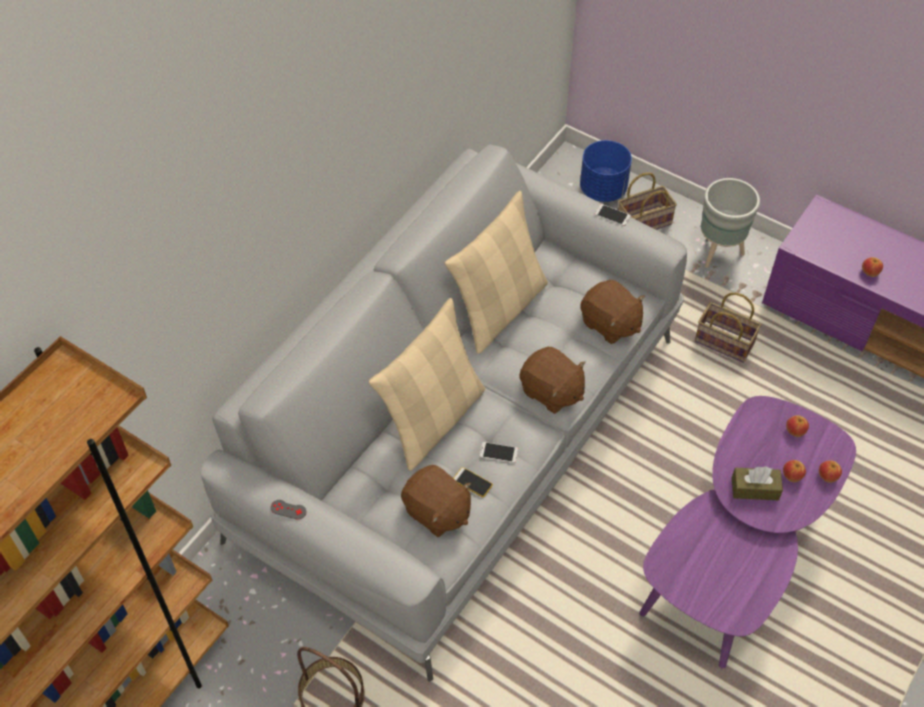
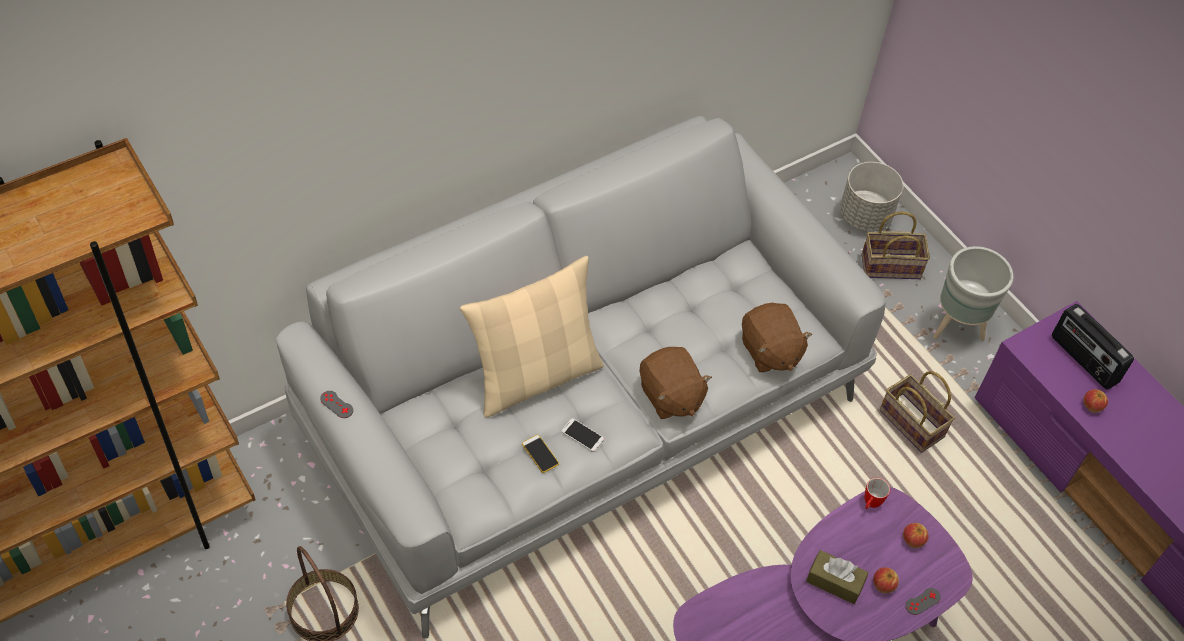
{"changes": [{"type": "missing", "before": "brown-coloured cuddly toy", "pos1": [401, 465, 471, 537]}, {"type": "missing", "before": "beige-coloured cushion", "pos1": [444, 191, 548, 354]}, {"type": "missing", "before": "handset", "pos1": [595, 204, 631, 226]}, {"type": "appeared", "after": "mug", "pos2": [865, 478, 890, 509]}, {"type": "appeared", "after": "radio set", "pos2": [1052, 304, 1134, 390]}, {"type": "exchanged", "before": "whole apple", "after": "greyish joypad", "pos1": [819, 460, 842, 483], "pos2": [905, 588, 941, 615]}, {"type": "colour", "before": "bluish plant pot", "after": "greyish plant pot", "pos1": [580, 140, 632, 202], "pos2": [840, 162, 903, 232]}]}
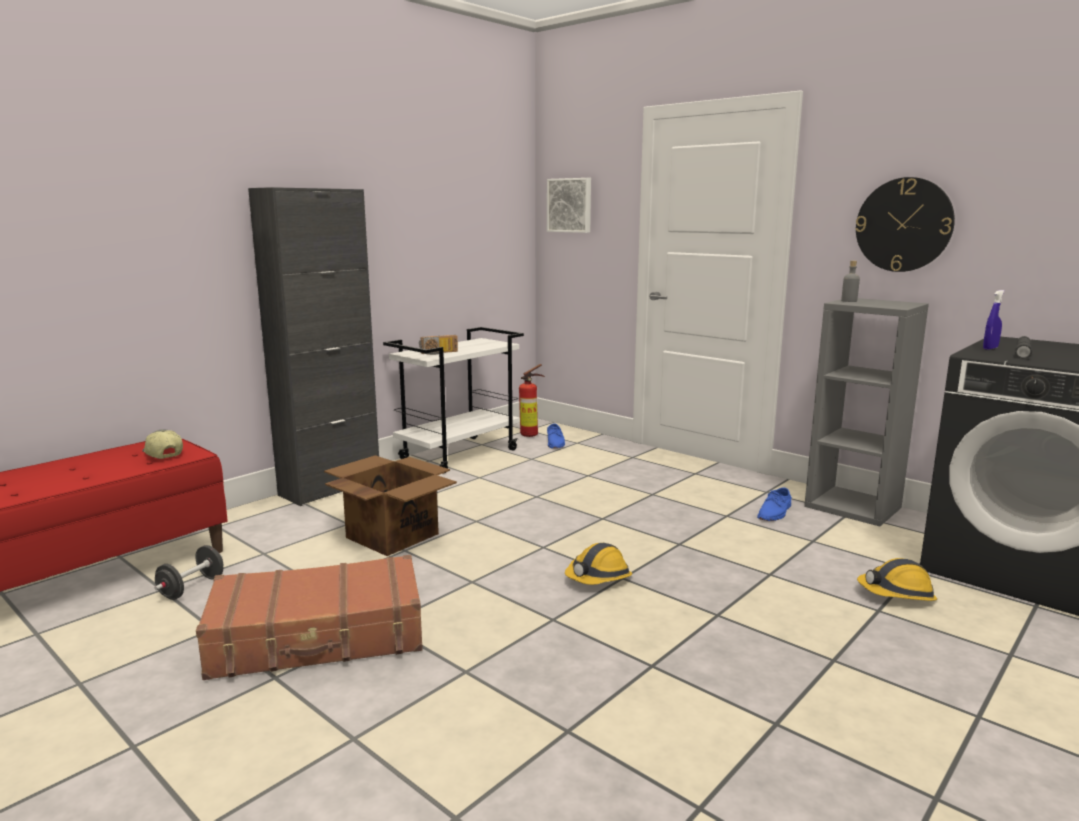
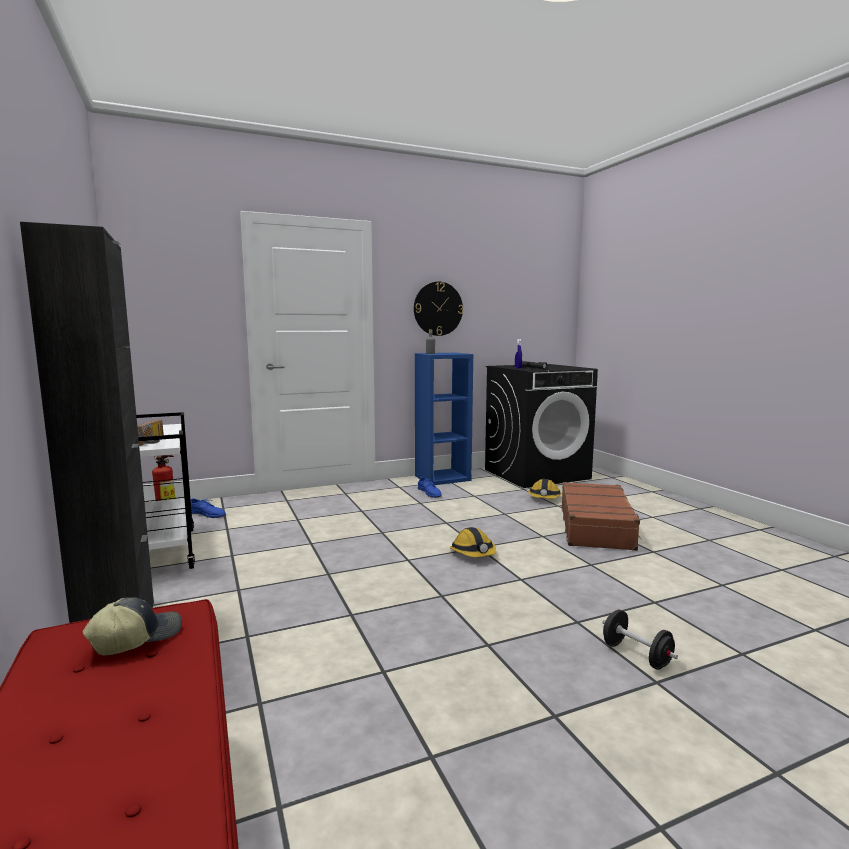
{"changes": [{"type": "missing", "before": "carton", "pos1": [324, 455, 457, 556]}, {"type": "missing", "before": "wall art", "pos1": [547, 178, 591, 233]}, {"type": "relocated", "before": "black-coloured hand weight", "pos1": [155, 545, 223, 600], "pos2": [602, 609, 678, 670]}, {"type": "relocated", "before": "brown-coloured suitcase", "pos1": [196, 555, 423, 680], "pos2": [562, 482, 642, 551]}, {"type": "colour", "before": "greyish bookshelf", "after": "bluish bookshelf", "pos1": [804, 298, 929, 527], "pos2": [415, 353, 473, 485]}, {"type": "spun", "before": "baseball cap", "pos1": [142, 429, 183, 459], "pos2": [82, 597, 182, 656], "turn": 150}]}
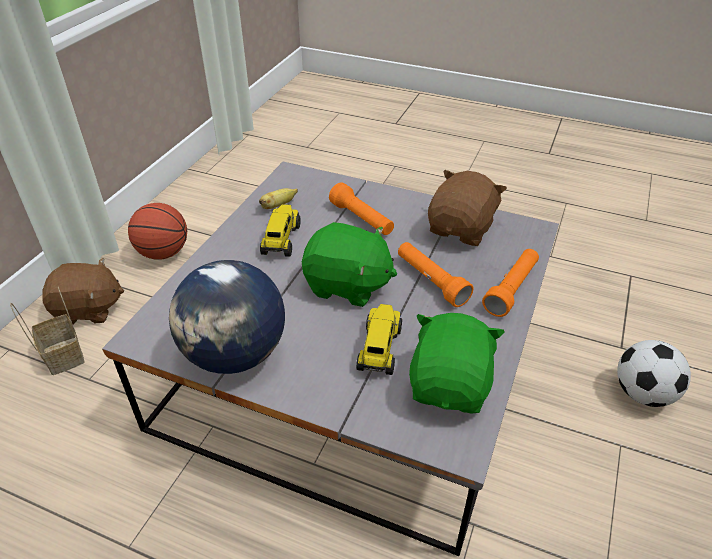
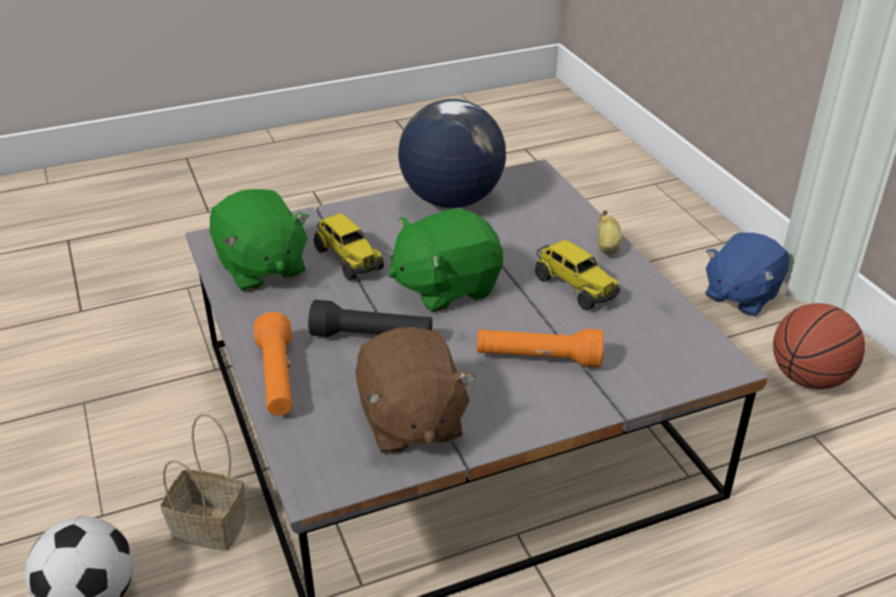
{"changes": [{"type": "relocated", "before": "storage basket", "pos1": [10, 287, 85, 375], "pos2": [161, 414, 247, 551]}, {"type": "relocated", "before": "banana", "pos1": [259, 188, 298, 209], "pos2": [598, 210, 622, 255]}, {"type": "colour", "before": "brown-coloured cuddly toy", "after": "bluish cuddly toy", "pos1": [42, 258, 124, 324], "pos2": [705, 232, 789, 316]}, {"type": "colour", "before": "orange torch", "after": "black-coloured torch", "pos1": [398, 242, 473, 307], "pos2": [308, 300, 432, 337]}]}
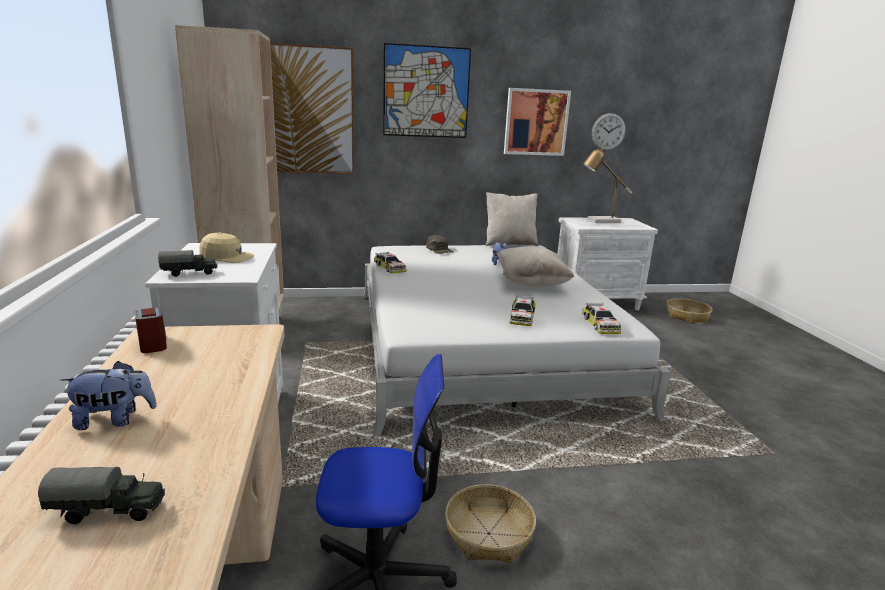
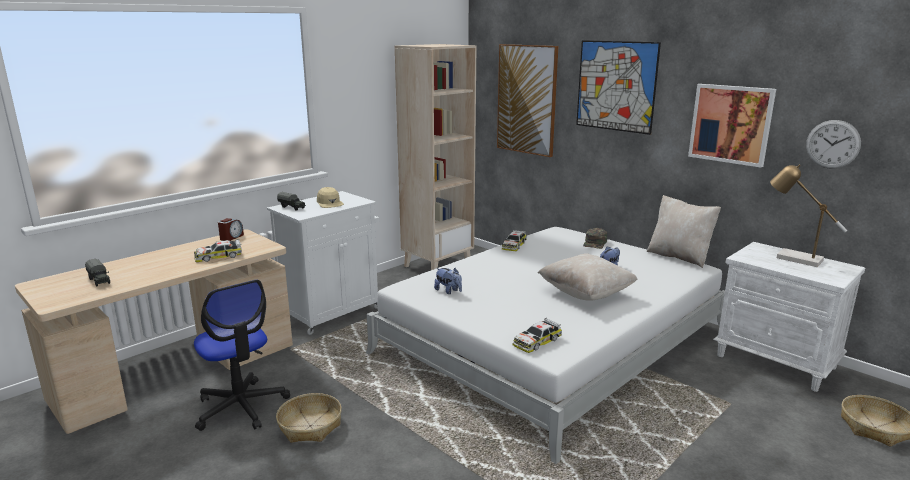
{"changes": [{"type": "relocated", "before": "cuddly toy", "pos1": [60, 361, 157, 430], "pos2": [434, 268, 462, 294]}, {"type": "relocated", "before": "miniature car", "pos1": [510, 295, 536, 326], "pos2": [194, 239, 242, 262]}]}
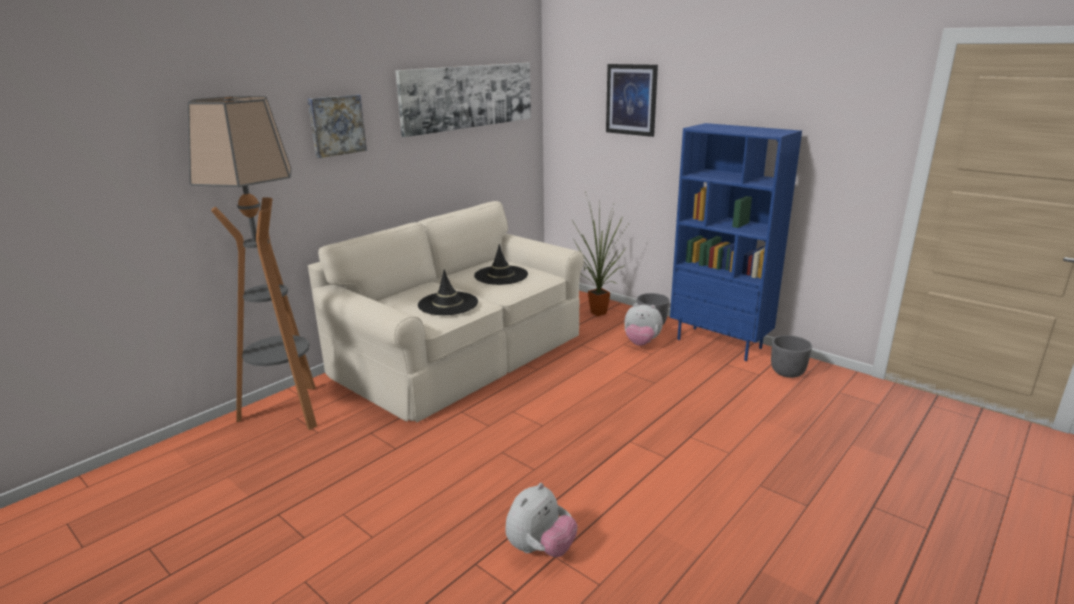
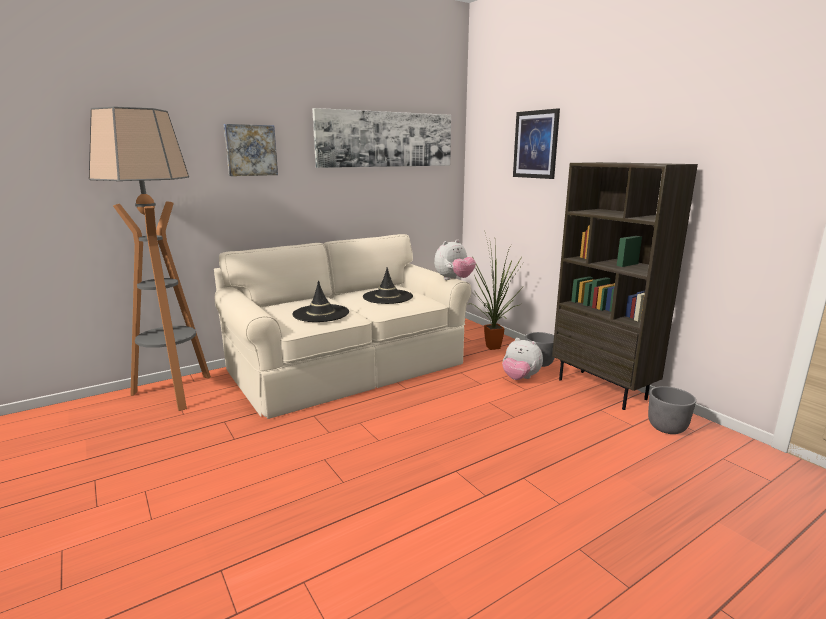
{"changes": [{"type": "relocated", "before": "cuddly toy", "pos1": [505, 483, 578, 557], "pos2": [434, 239, 476, 280]}, {"type": "colour", "before": "bluish bookshelf", "after": "brown-coloured bookshelf", "pos1": [670, 123, 802, 361], "pos2": [552, 162, 698, 410]}]}
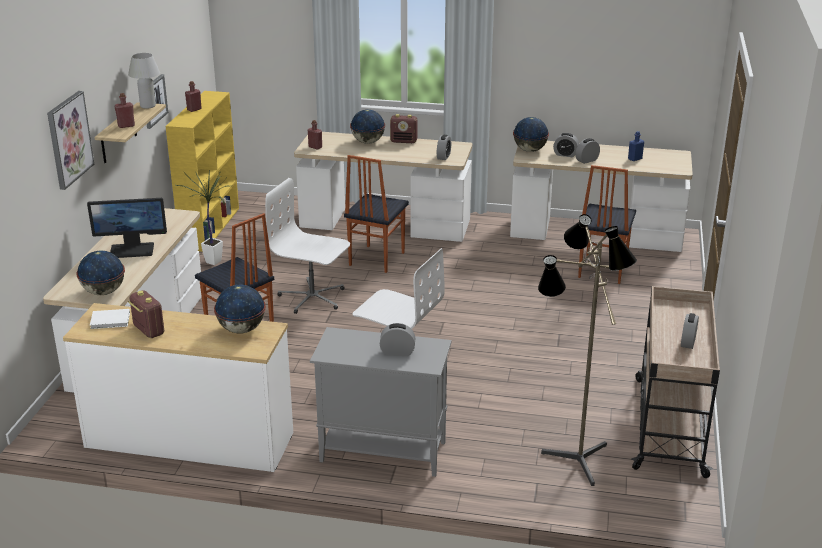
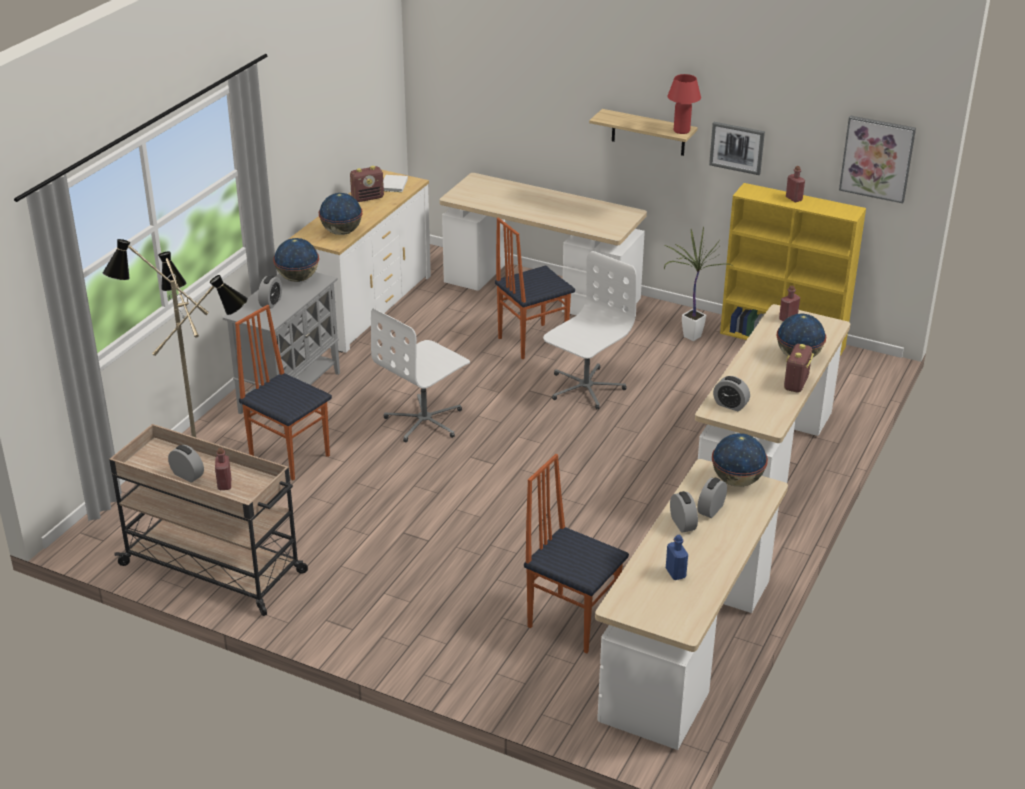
{"changes": [{"type": "missing", "before": "computer display", "pos1": [87, 198, 167, 258]}, {"type": "relocated", "before": "wall art", "pos1": [47, 91, 94, 190], "pos2": [839, 115, 916, 203]}, {"type": "relocated", "before": "world globe", "pos1": [76, 251, 125, 295], "pos2": [273, 238, 319, 282]}, {"type": "relocated", "before": "red drink bottle", "pos1": [114, 93, 135, 128], "pos2": [215, 448, 231, 490]}, {"type": "relocated", "before": "upright chair", "pos1": [344, 155, 409, 273], "pos2": [235, 305, 332, 480]}, {"type": "colour", "before": "white-coloured lamp for a table", "after": "red lamp for a table", "pos1": [128, 53, 160, 109], "pos2": [667, 74, 701, 134]}]}
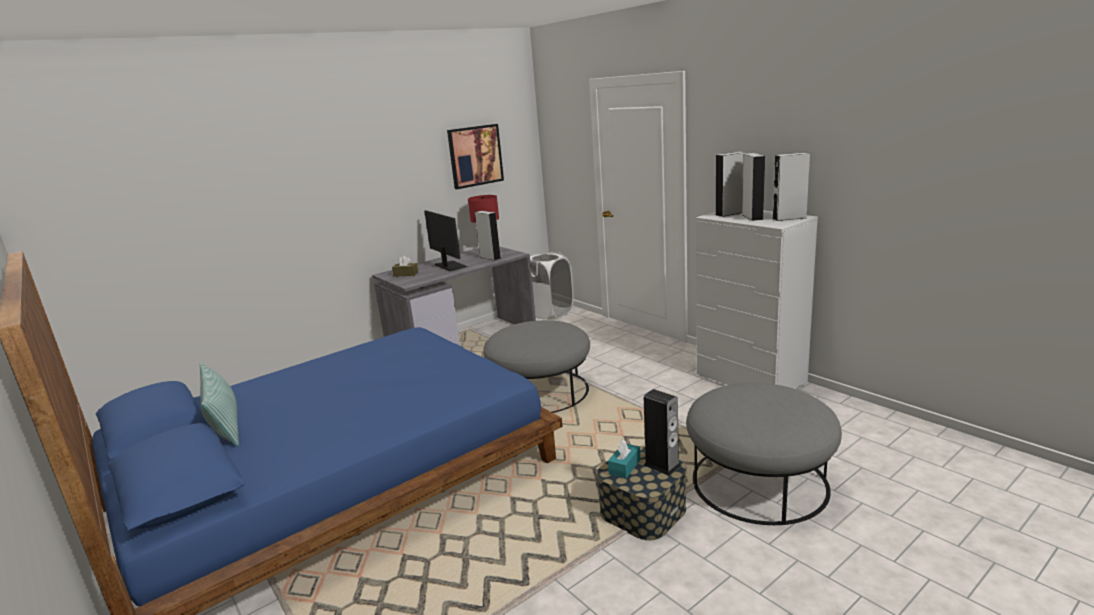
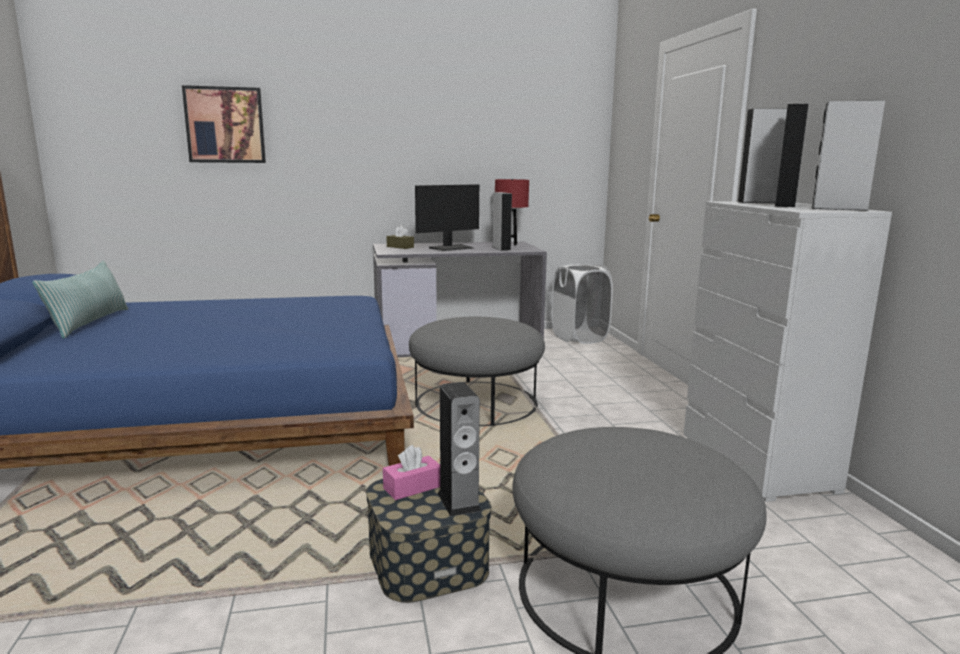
{"changes": [{"type": "relocated", "before": "wall art", "pos1": [447, 124, 504, 189], "pos2": [182, 85, 266, 163]}, {"type": "colour", "before": "turquoise tissue holder", "after": "pinkish tissue holder", "pos1": [608, 439, 640, 479], "pos2": [383, 445, 440, 500]}, {"type": "spun", "before": "computer display", "pos1": [424, 210, 468, 271], "pos2": [415, 184, 479, 251], "turn": 60}]}
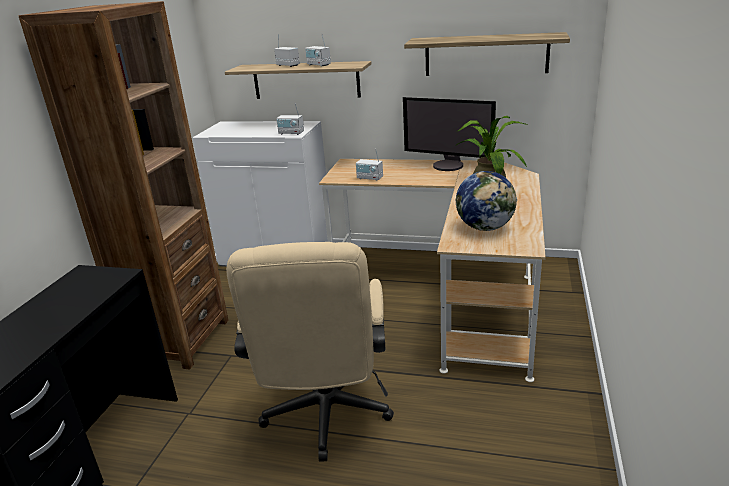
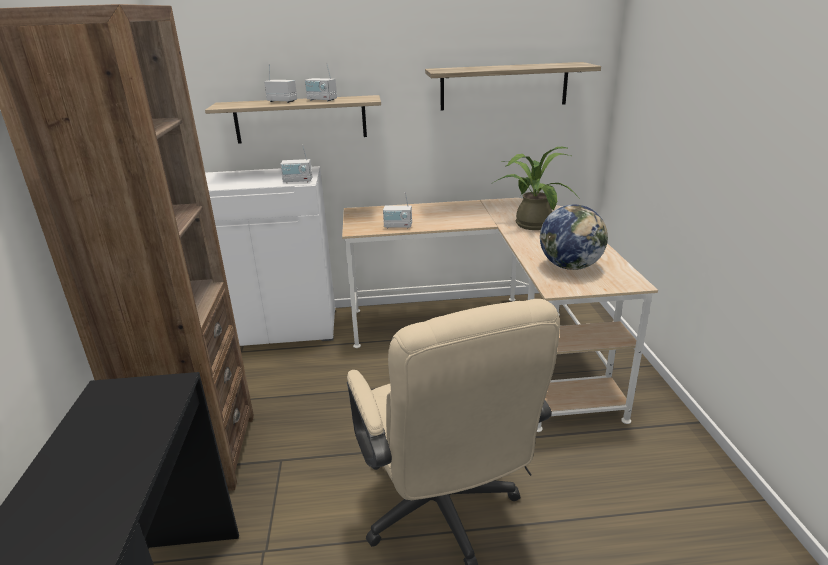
{"changes": [{"type": "missing", "before": "computer display", "pos1": [403, 97, 496, 171]}]}
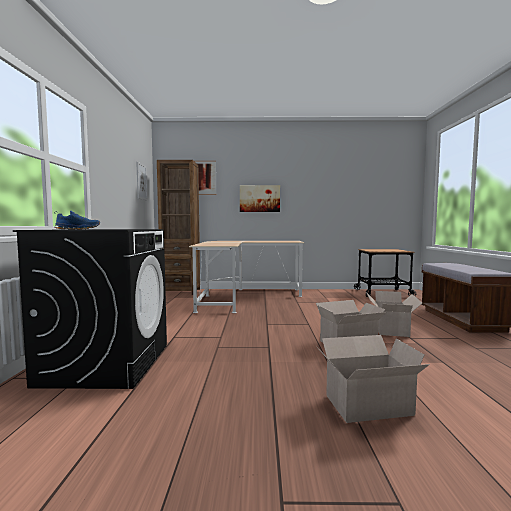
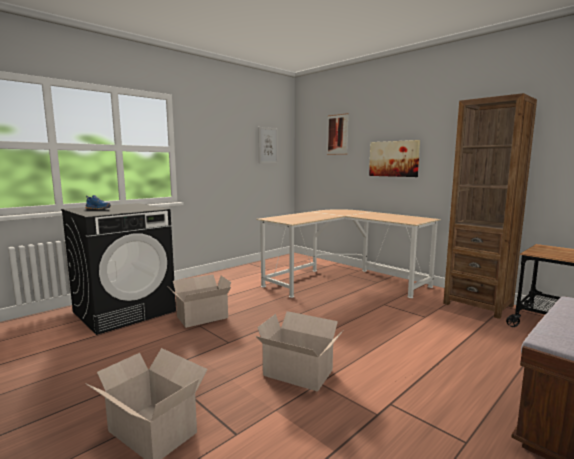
{"changes": [{"type": "relocated", "before": "brown-coloured bookshelf", "pos1": [157, 160, 200, 295], "pos2": [443, 93, 537, 319]}, {"type": "relocated", "before": "carton", "pos1": [366, 291, 422, 337], "pos2": [168, 274, 231, 328]}]}
